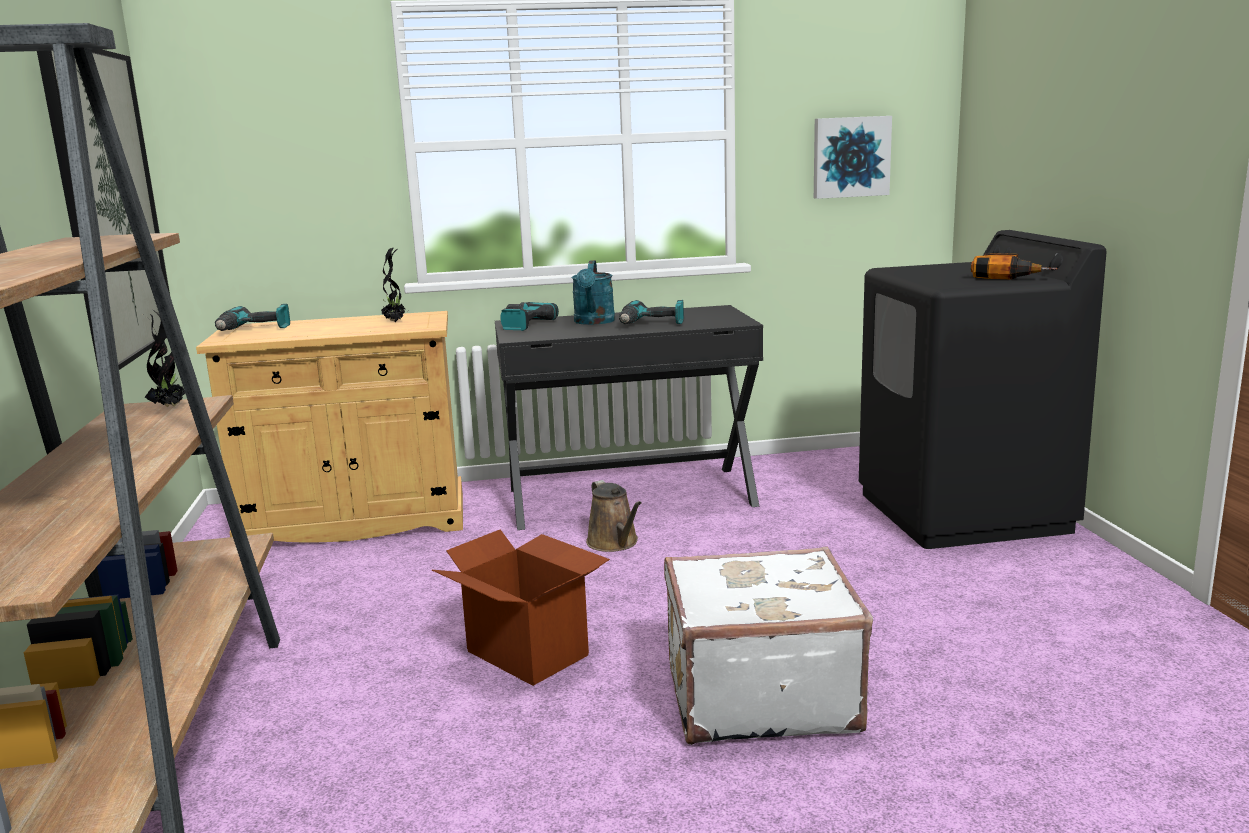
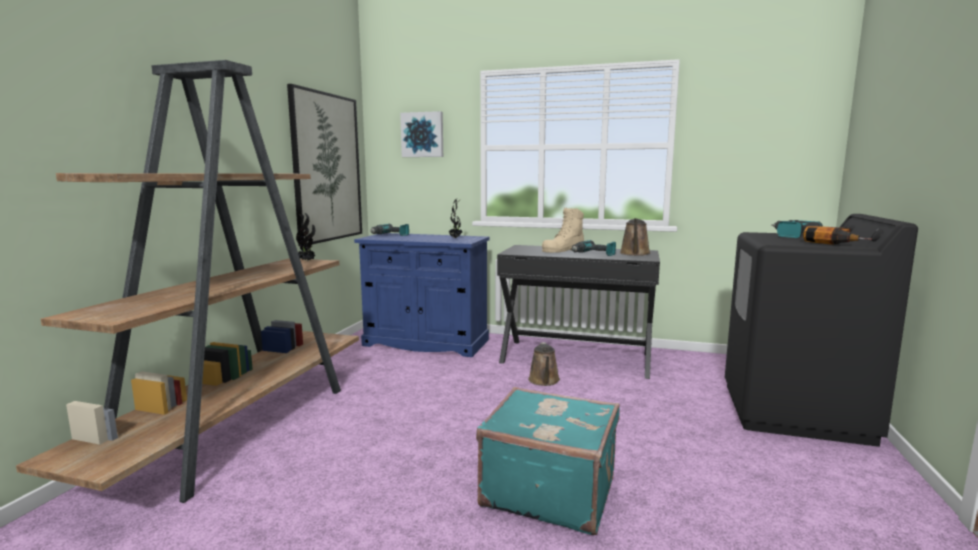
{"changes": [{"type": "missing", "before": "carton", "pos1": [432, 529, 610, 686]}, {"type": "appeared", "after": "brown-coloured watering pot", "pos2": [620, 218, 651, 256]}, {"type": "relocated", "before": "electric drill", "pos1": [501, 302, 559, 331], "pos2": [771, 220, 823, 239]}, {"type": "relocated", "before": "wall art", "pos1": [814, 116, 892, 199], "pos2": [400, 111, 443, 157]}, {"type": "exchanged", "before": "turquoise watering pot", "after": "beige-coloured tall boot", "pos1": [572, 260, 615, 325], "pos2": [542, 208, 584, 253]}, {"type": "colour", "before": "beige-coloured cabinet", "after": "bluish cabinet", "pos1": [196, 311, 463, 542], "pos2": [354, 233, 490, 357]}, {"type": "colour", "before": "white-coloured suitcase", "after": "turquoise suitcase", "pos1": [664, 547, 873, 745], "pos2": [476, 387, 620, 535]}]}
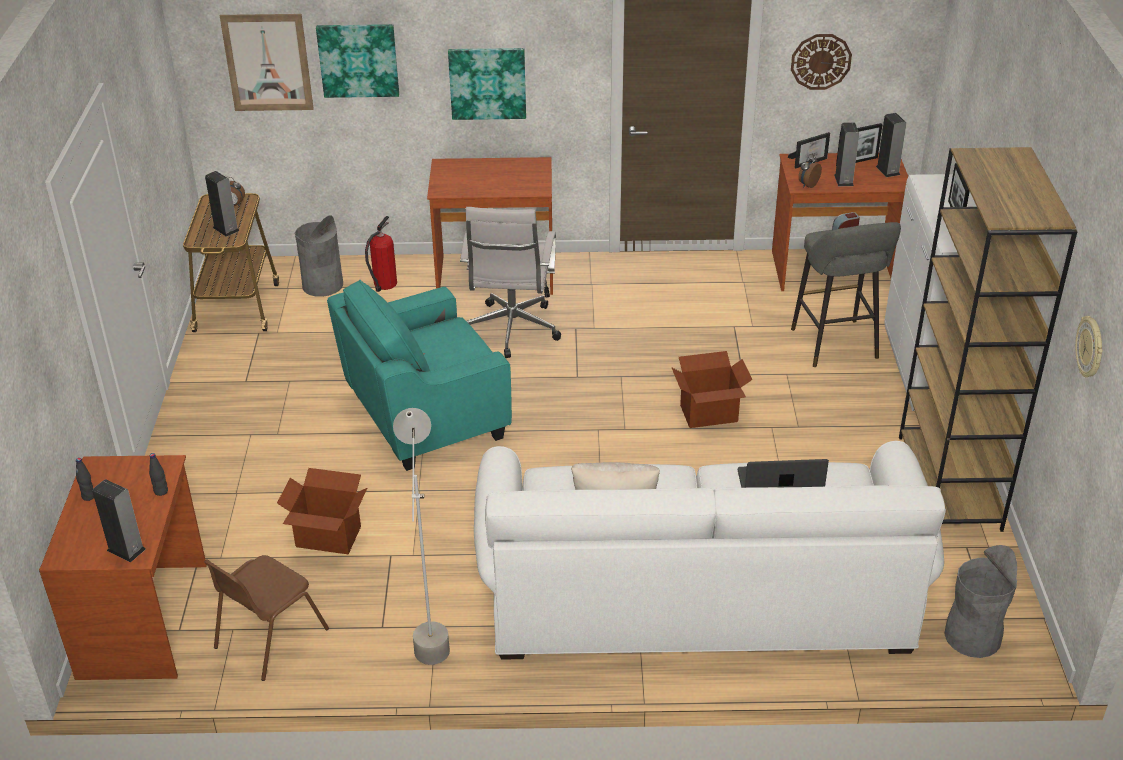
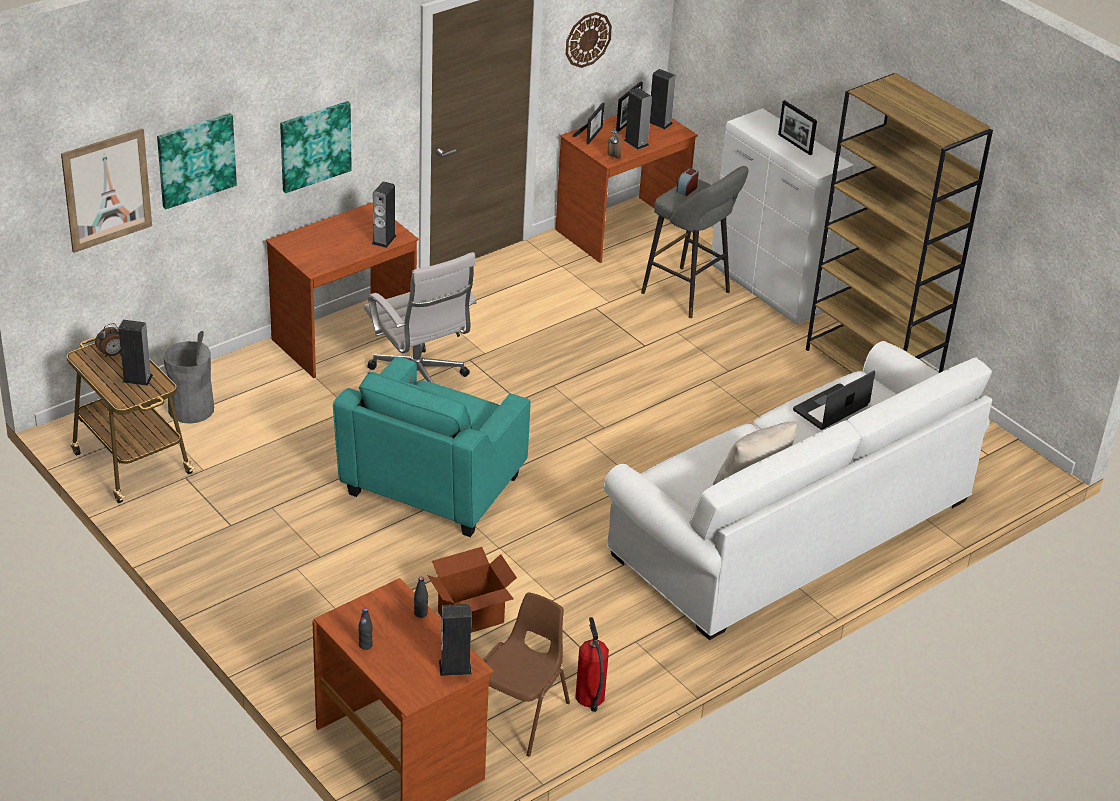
{"changes": [{"type": "missing", "before": "greyish standard lamp", "pos1": [393, 408, 450, 665]}, {"type": "missing", "before": "carton", "pos1": [672, 351, 752, 428]}, {"type": "missing", "before": "greyish waste bin", "pos1": [944, 545, 1017, 658]}, {"type": "missing", "before": "hanging clock", "pos1": [1075, 316, 1103, 377]}, {"type": "appeared", "after": "loudspeaker", "pos2": [372, 181, 396, 248]}, {"type": "relocated", "before": "extinguisher", "pos1": [365, 216, 397, 292], "pos2": [575, 617, 609, 712]}, {"type": "spun", "before": "brown-coloured upright chair", "pos1": [204, 555, 329, 681], "pos2": [483, 592, 570, 756], "turn": -150}]}
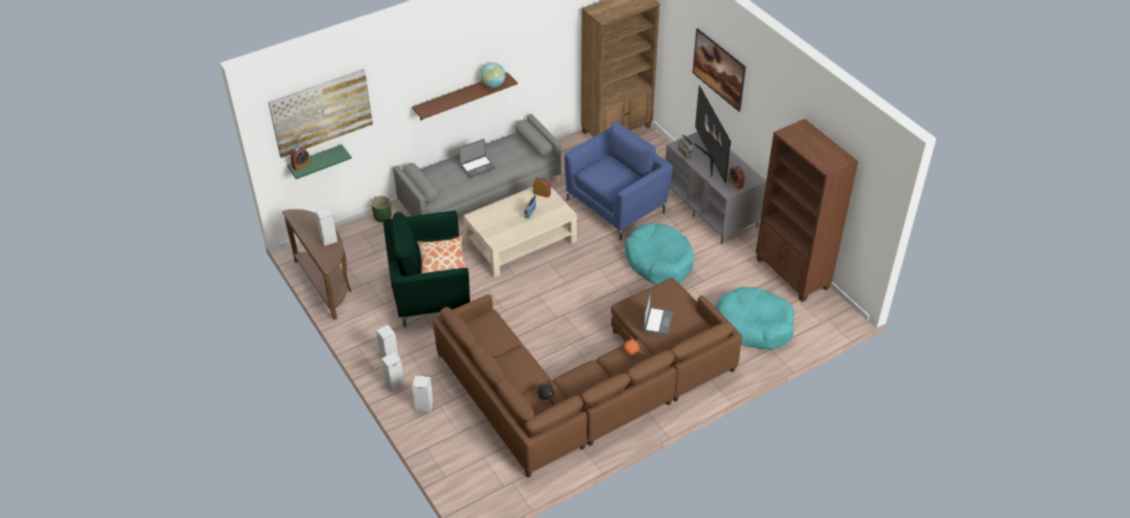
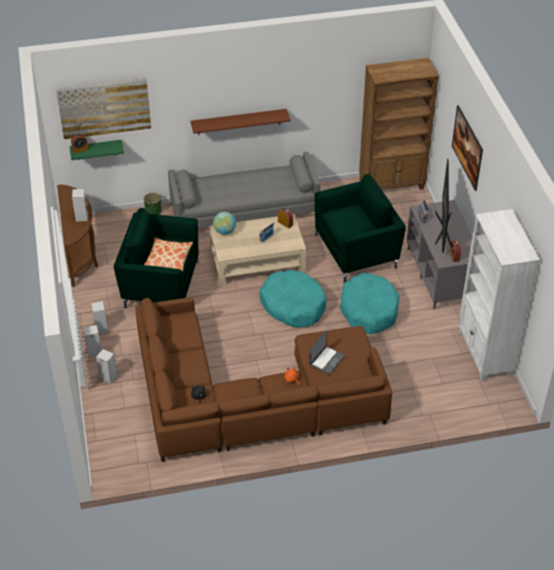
{"changes": [{"type": "missing", "before": "portable computer", "pos1": [459, 139, 496, 178]}, {"type": "relocated", "before": "world globe", "pos1": [480, 62, 505, 88], "pos2": [213, 212, 236, 235]}, {"type": "relocated", "before": "turquoise dog cushion", "pos1": [716, 287, 795, 350], "pos2": [259, 270, 327, 328]}, {"type": "colour", "before": "bluish armchair", "after": "greenish armchair", "pos1": [564, 121, 673, 240], "pos2": [315, 174, 406, 283]}, {"type": "colour", "before": "brown-coloured bookshelf", "after": "white-coloured bookshelf", "pos1": [756, 119, 859, 302], "pos2": [458, 209, 540, 381]}]}
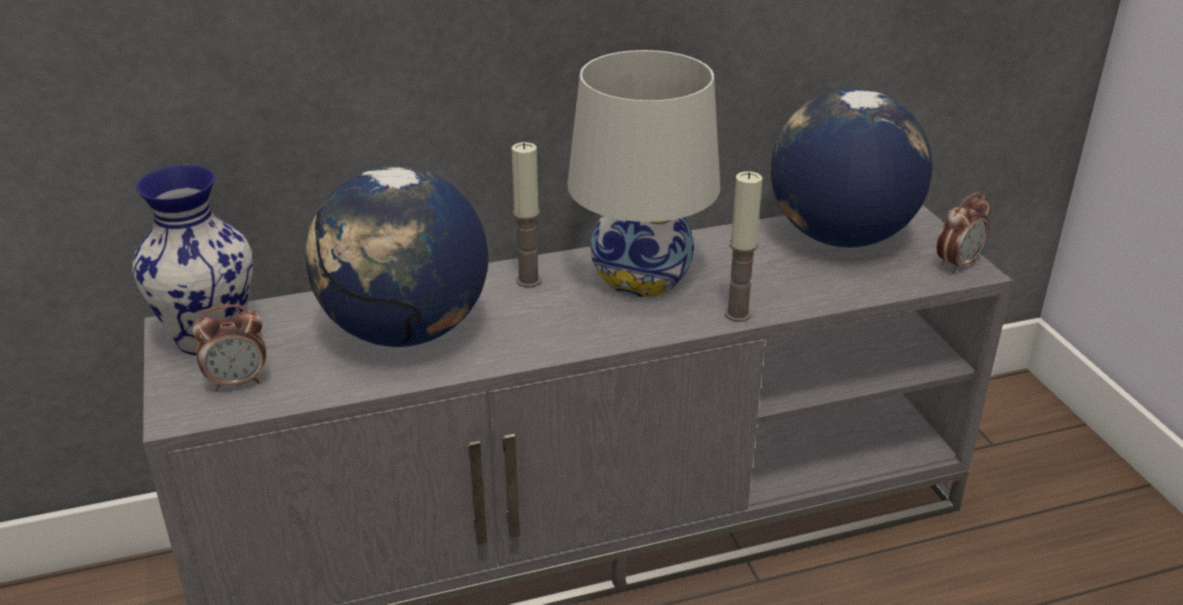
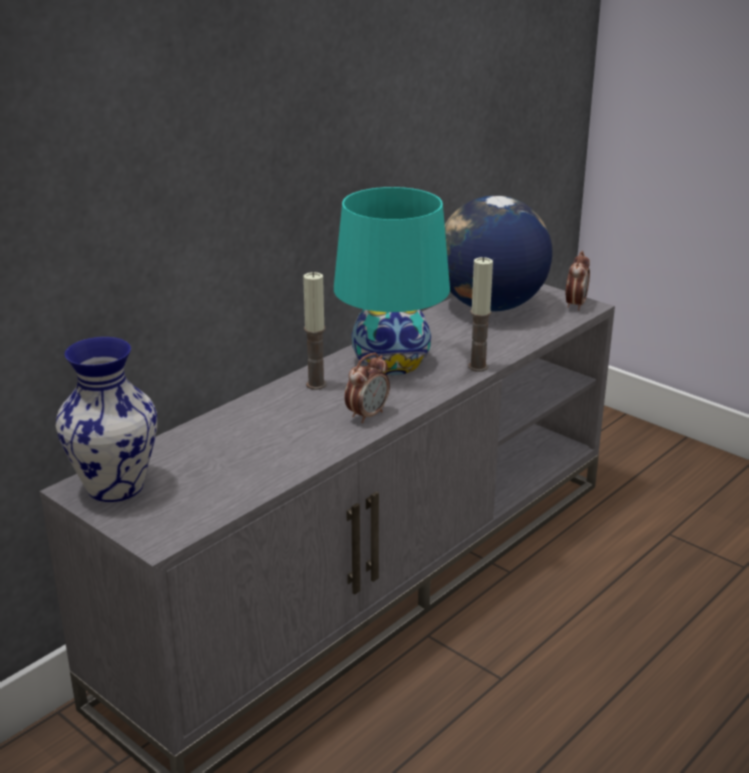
{"changes": [{"type": "missing", "before": "world globe", "pos1": [306, 166, 488, 347]}, {"type": "relocated", "before": "bedside clock", "pos1": [193, 304, 266, 391], "pos2": [345, 353, 390, 423]}, {"type": "colour", "before": "white-coloured lamp for a table", "after": "turquoise lamp for a table", "pos1": [567, 50, 720, 297], "pos2": [334, 187, 450, 375]}]}
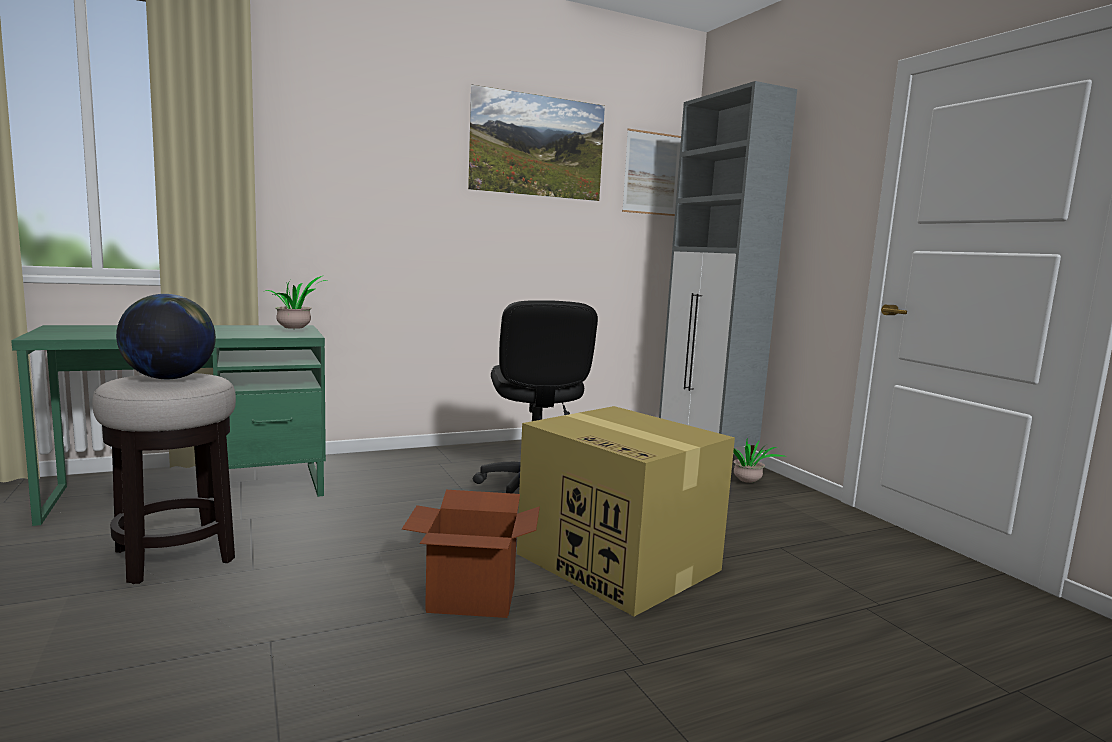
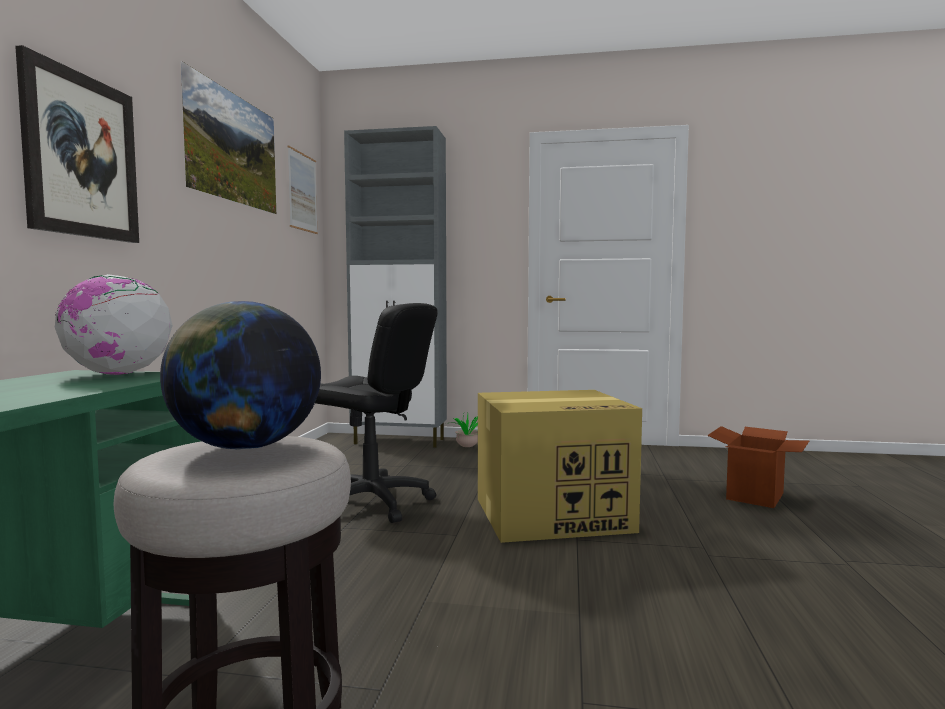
{"changes": [{"type": "appeared", "after": "wall art", "pos2": [15, 45, 139, 243]}, {"type": "relocated", "before": "carton", "pos1": [402, 490, 540, 618], "pos2": [707, 426, 809, 508]}, {"type": "exchanged", "before": "plant in a pot", "after": "world globe", "pos1": [266, 275, 327, 329], "pos2": [55, 274, 173, 375]}]}
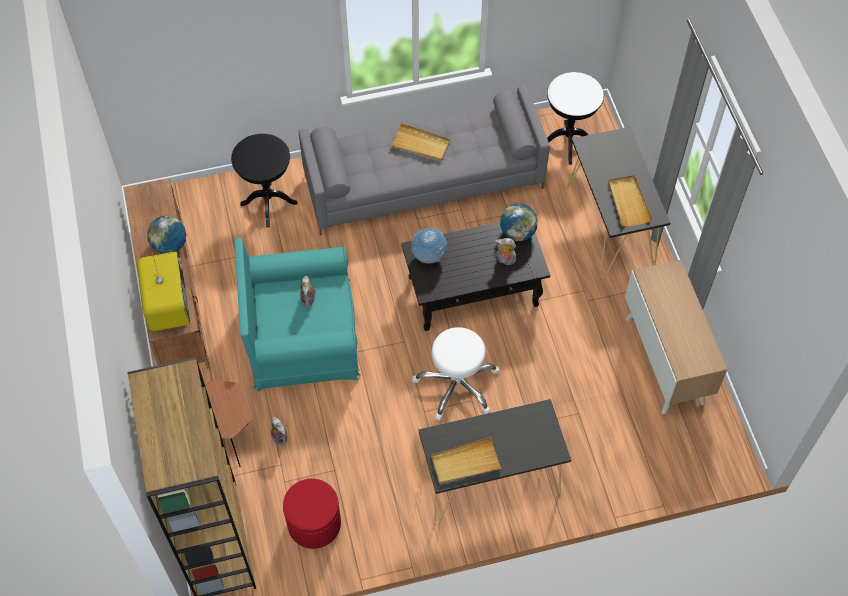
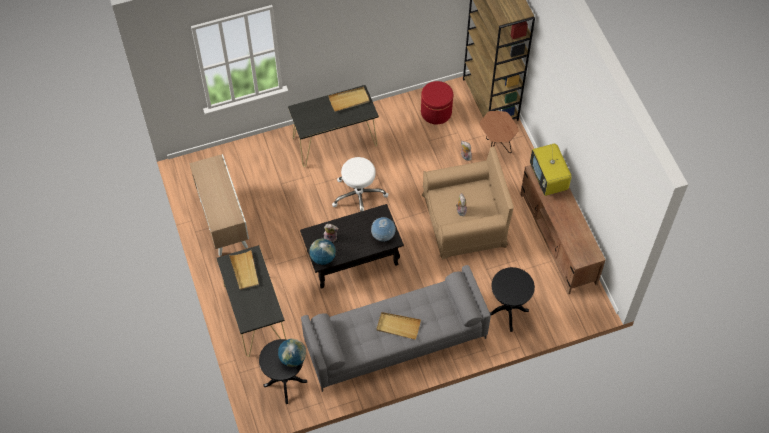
{"changes": [{"type": "relocated", "before": "world globe", "pos1": [147, 216, 186, 254], "pos2": [278, 339, 306, 367]}, {"type": "colour", "before": "turquoise armchair", "after": "brown-coloured armchair", "pos1": [234, 238, 361, 391], "pos2": [422, 147, 514, 260]}]}
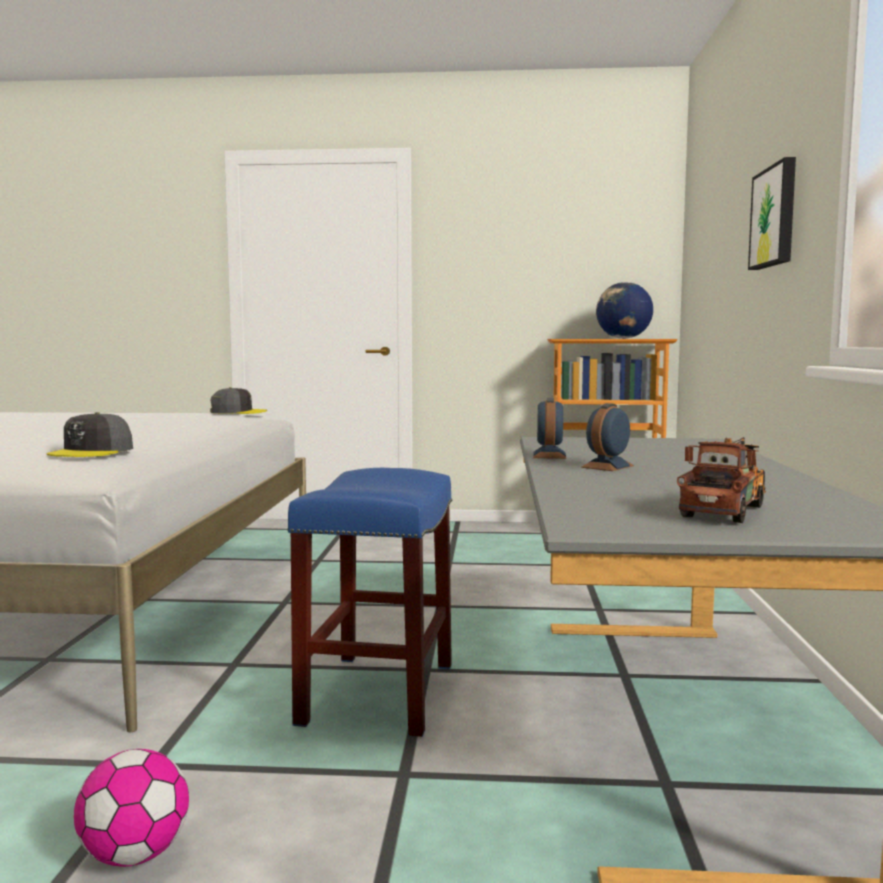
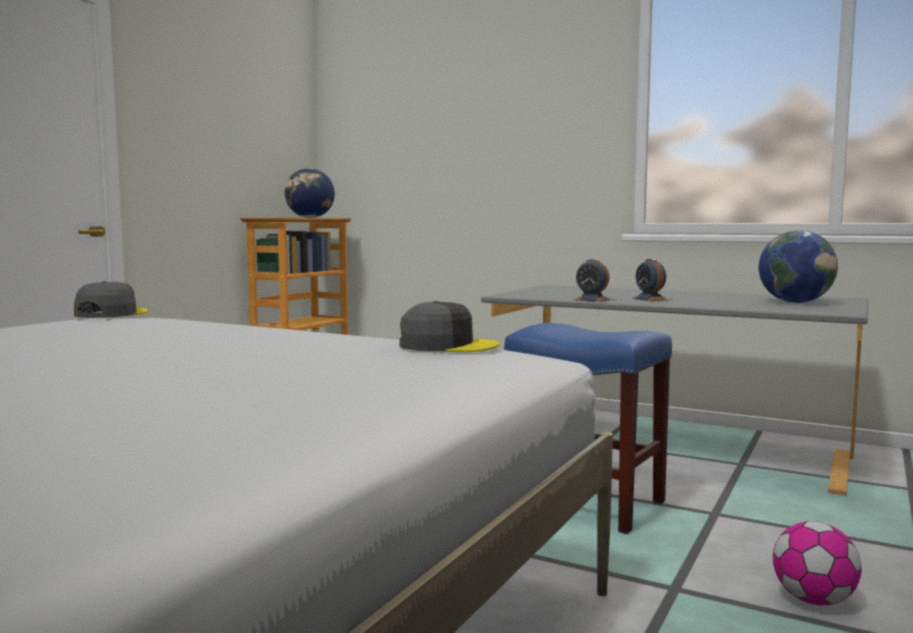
{"changes": [{"type": "missing", "before": "wall art", "pos1": [748, 157, 796, 270]}, {"type": "exchanged", "before": "toy lorry", "after": "world globe", "pos1": [677, 437, 766, 523], "pos2": [759, 230, 838, 303]}, {"type": "spun", "before": "greyish baseball cap", "pos1": [46, 412, 133, 457], "pos2": [399, 301, 500, 352], "turn": -45}]}
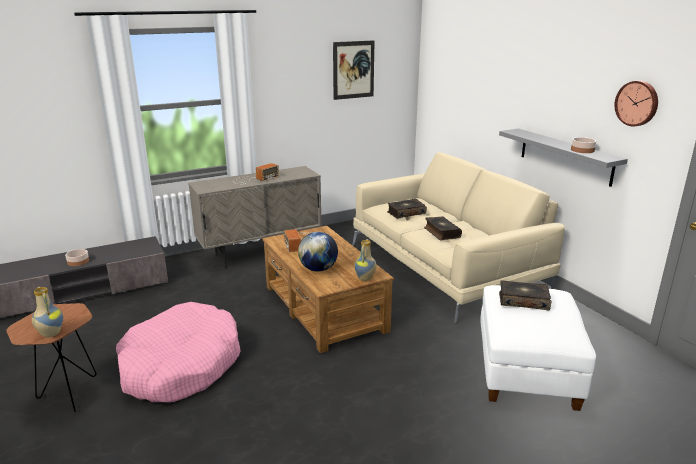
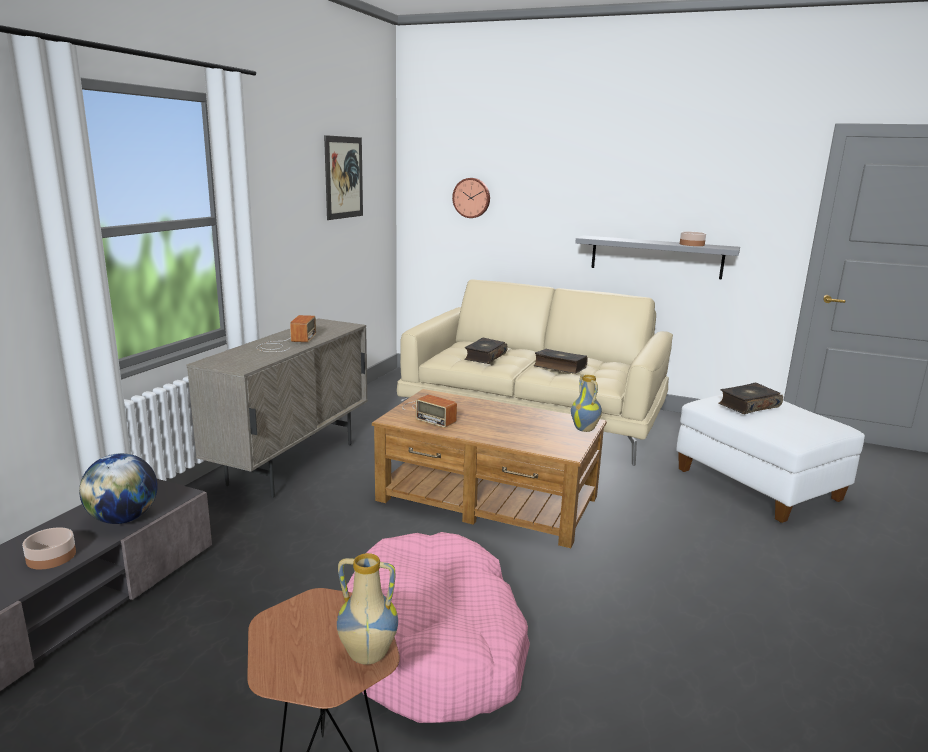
{"changes": [{"type": "relocated", "before": "world globe", "pos1": [298, 232, 338, 272], "pos2": [79, 453, 158, 524]}, {"type": "relocated", "before": "hanging clock", "pos1": [614, 81, 658, 127], "pos2": [452, 178, 490, 218]}]}
